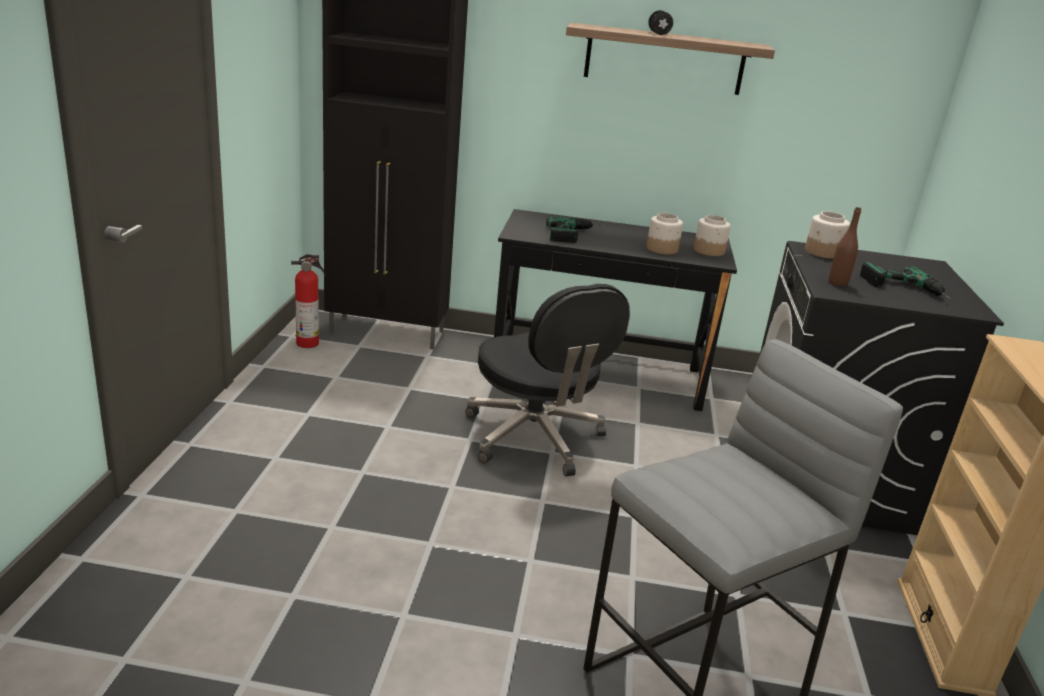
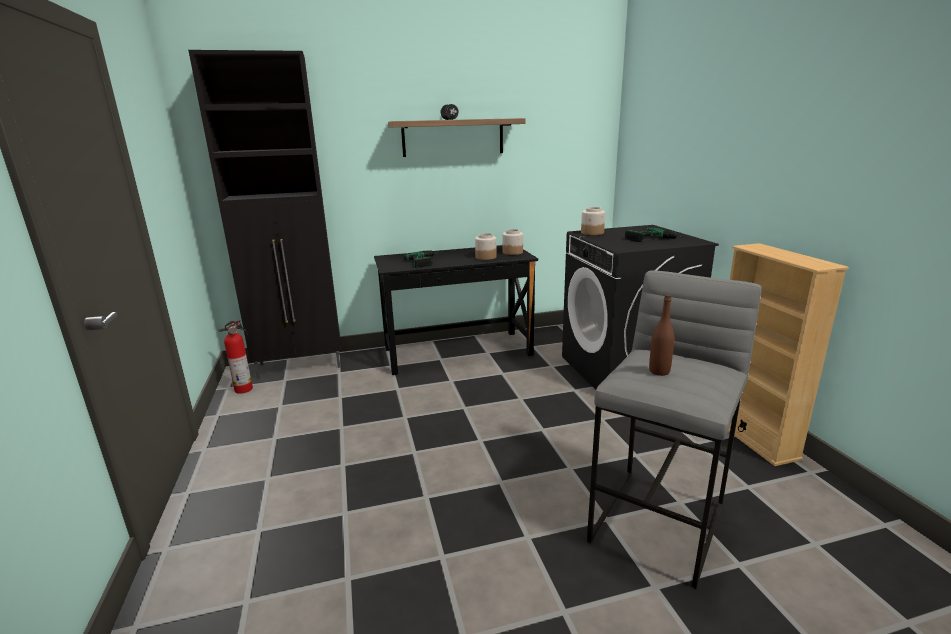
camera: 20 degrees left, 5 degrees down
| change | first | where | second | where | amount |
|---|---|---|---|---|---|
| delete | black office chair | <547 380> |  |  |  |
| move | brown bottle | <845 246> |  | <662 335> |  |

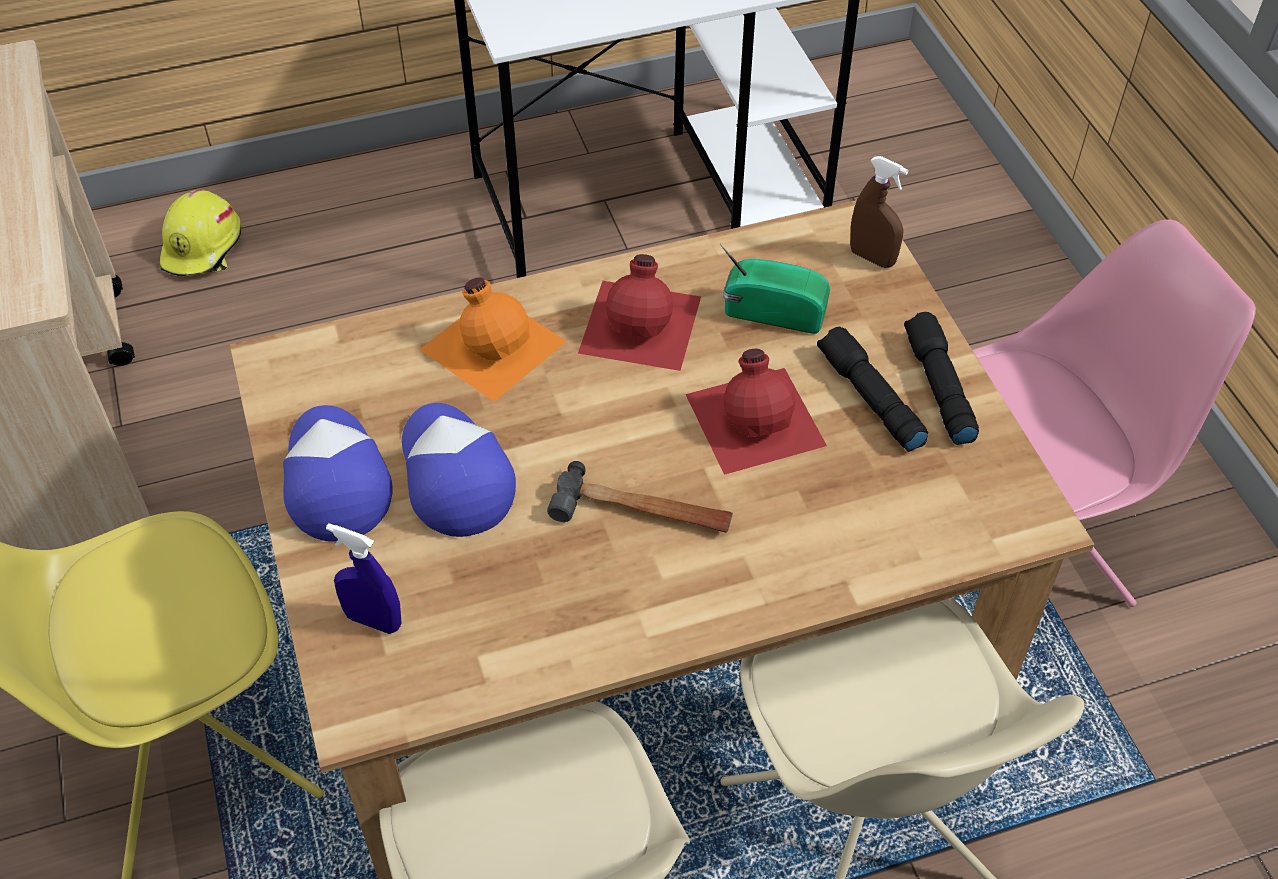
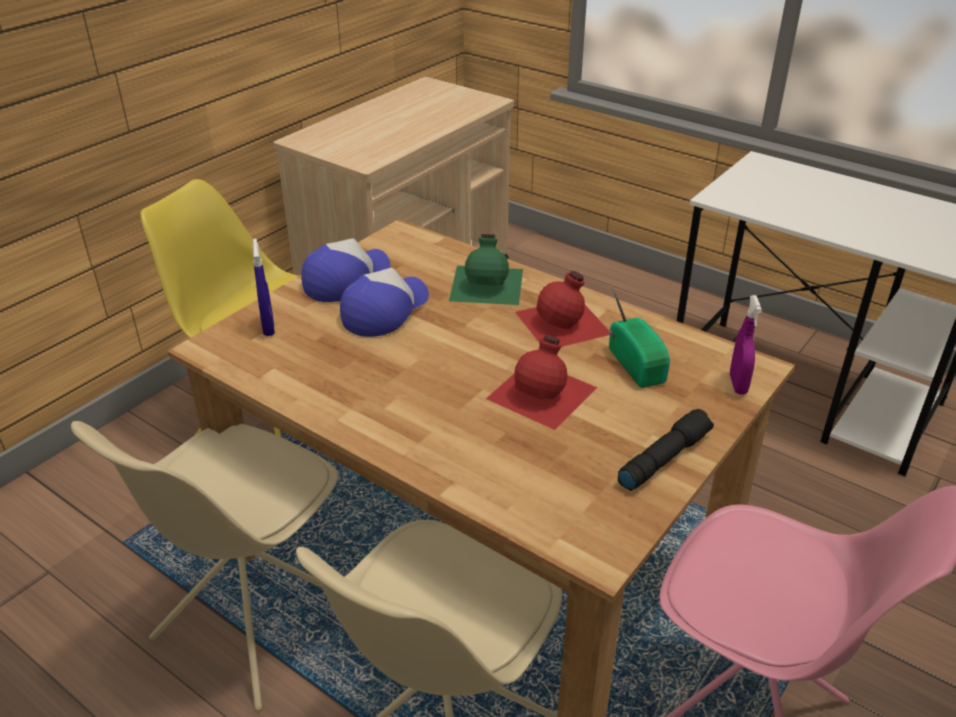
camera: 55 degrees right, 15 degrees down
| change | first | where | second | where | amount |
|---|---|---|---|---|---|
| delete | yellow hard hat | <200 233> |  |  |  |
| delete | hammer | <640 496> |  |  |  |
| delete | black flashlight | <873 389> |  |  |  |
| recolor | orange bottle | <493 339> | green bottle | <486 269> |  |
| recolor | brown spray bottle | <879 212> | purple spray bottle | <746 345> |  |

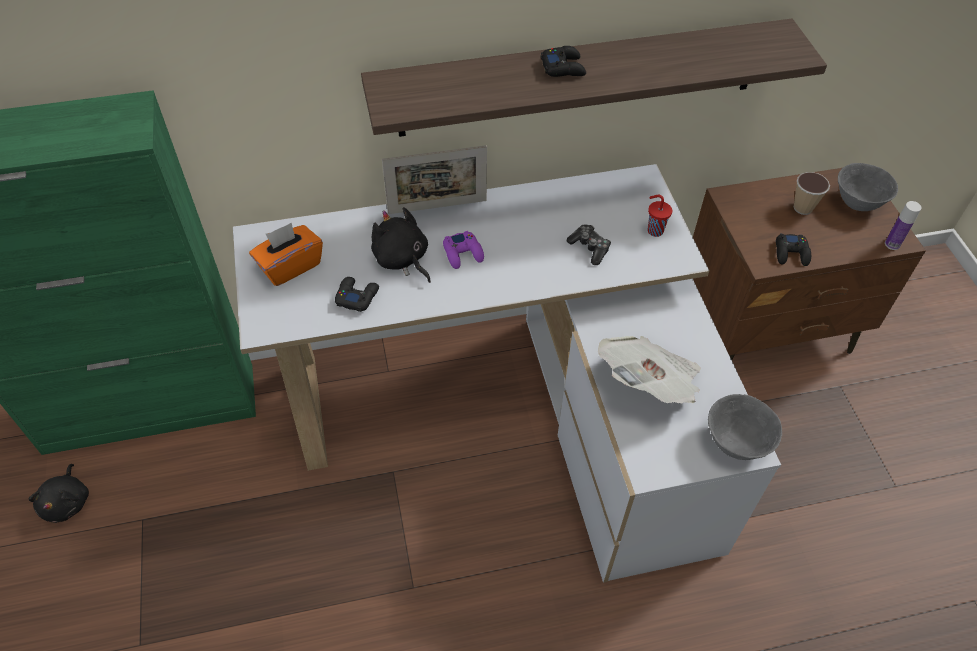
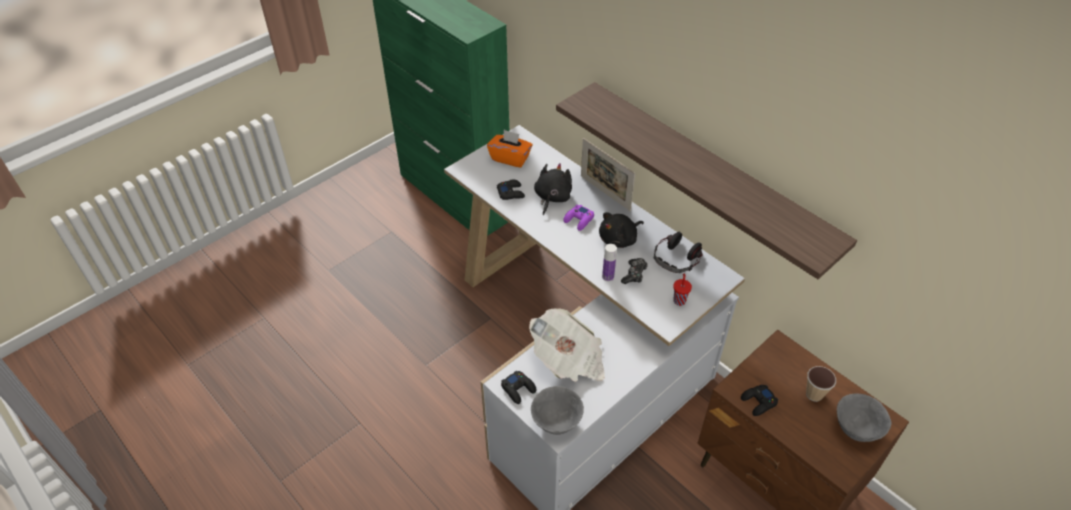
camera: 60 degrees right, 5 degrees down
| change | first | where | second | where | amount |
|---|---|---|---|---|---|
| insert |  |  | headphones | <678 252> |  |
| move | black plush toy | <59 493> |  | <621 230> |  |
| move | black game controller | <563 61> |  | <518 387> |  |
| move | bottle | <903 225> |  | <609 262> |  |

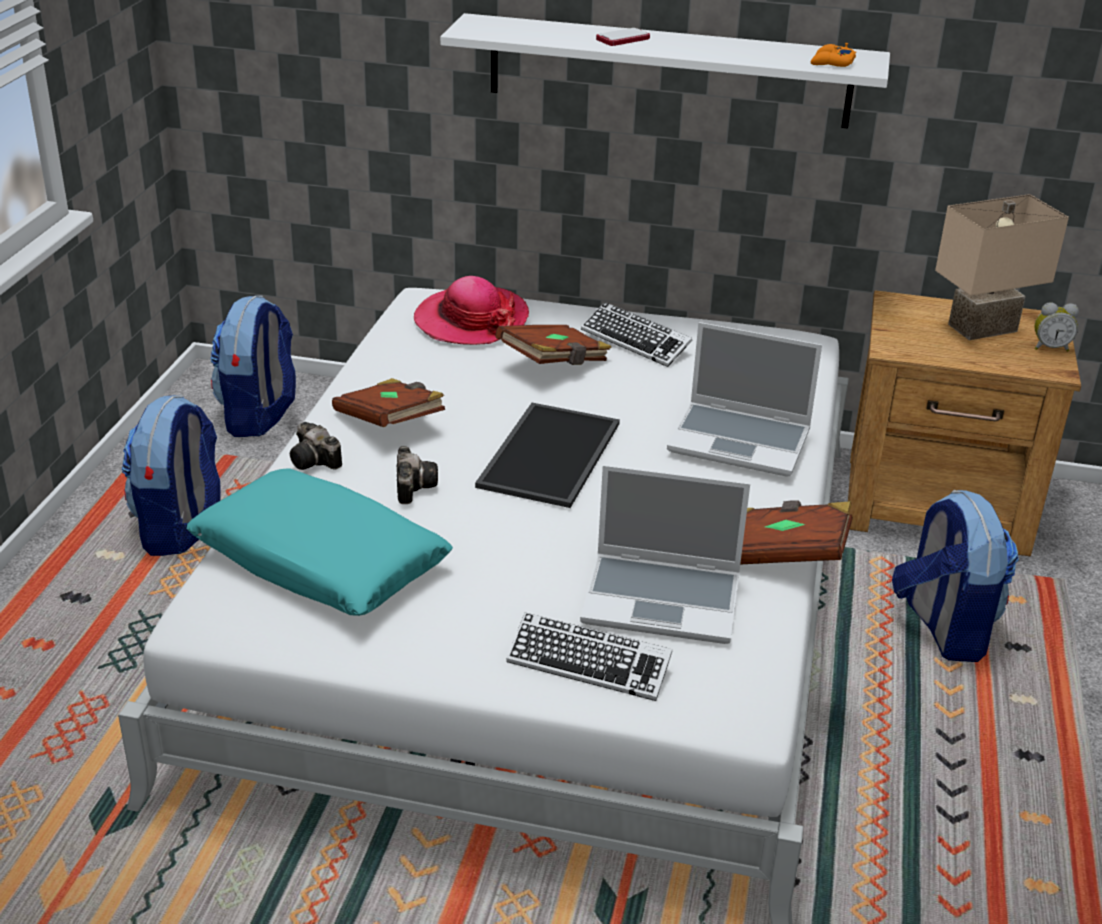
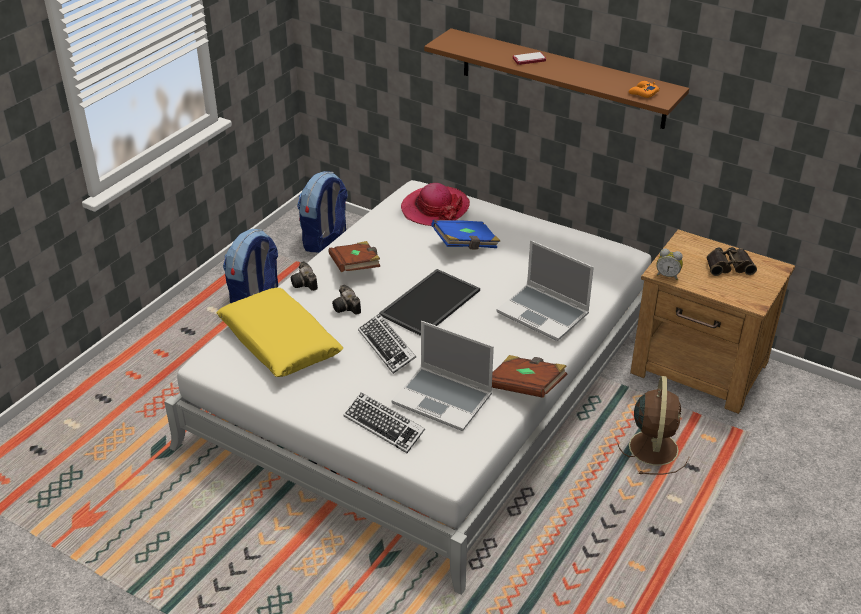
camera: 20 degrees right, 5 degrees up
| change | first | where | second | where | amount |
|---|---|---|---|---|---|
| move | keyboard | <636 334> |  | <387 343> |  |
| move | alarm clock | <1056 327> |  | <669 264> |  |
| replace | backpack | <955 576> | brown fan | <653 425> |  |
| replace | beige table lamp | <1002 267> | binoculars | <732 261> |  |
| recolor | turquoise pillow | <320 542> | yellow pillow | <280 332> |  |
| recolor | white shelf | <665 70> | brown shelf | <556 78> |  |
| recolor | brown book | <553 345> | blue book | <465 235> |  |
| rotate | photo camera | <417 475> |  | <346 299> | 135 degrees clockwise |

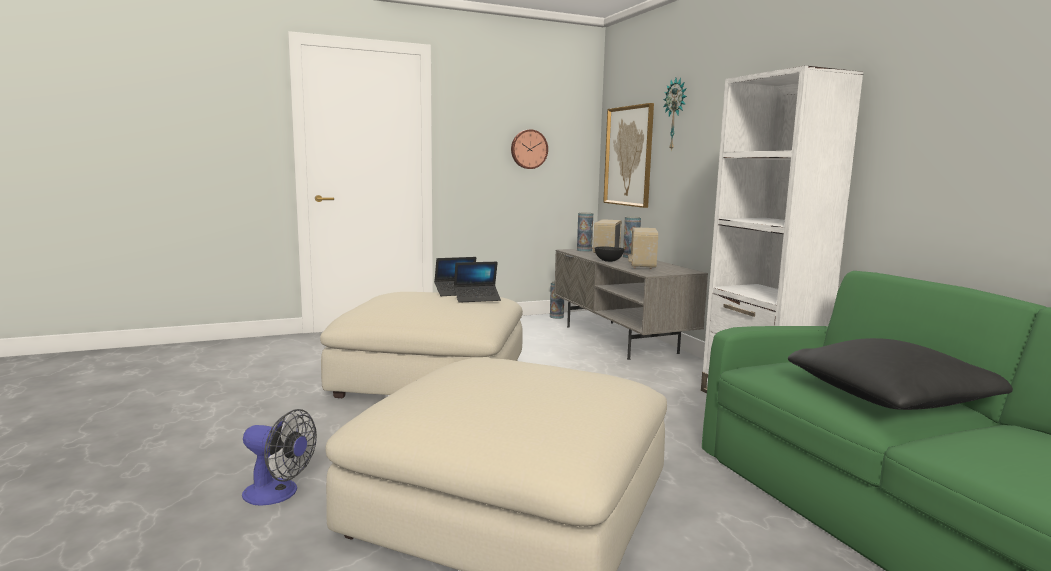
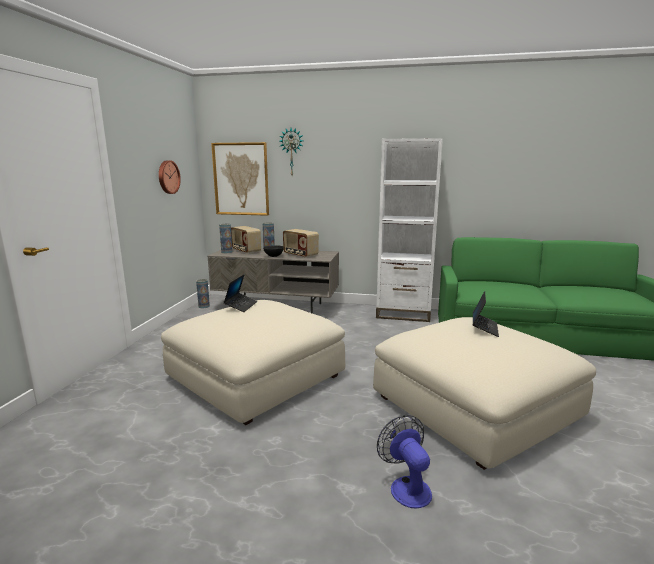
camera: 55 degrees left, 5 degrees up
| change | first | where | second | where | amount |
|---|---|---|---|---|---|
| delete | black pillow | <900 374> |  |  |  |
| move | laptop | <477 282> |  | <486 314> |  |
| rotate | fan | <279 457> |  | <404 461> | 75 degrees counterclockwise |

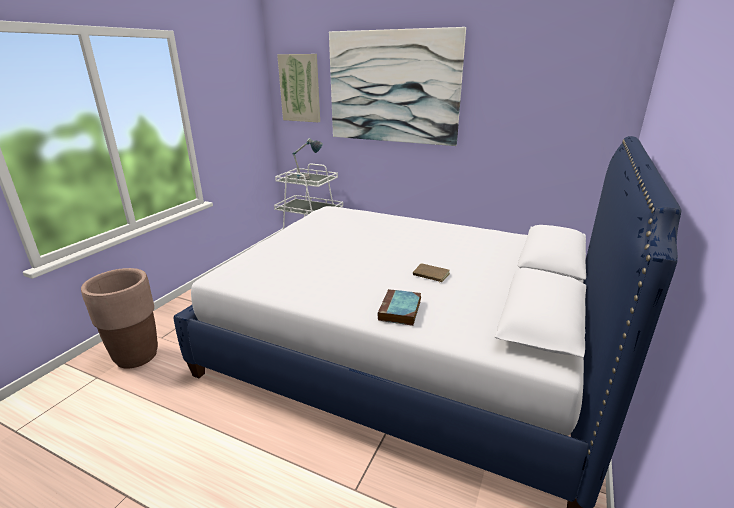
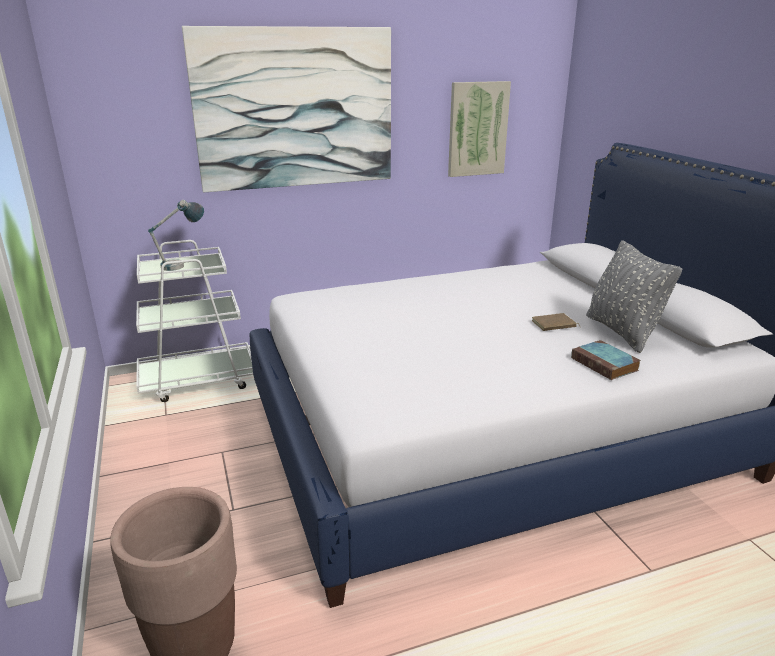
camera: 45 degrees left, 0 degrees up
| change | first | where | second | where | amount |
|---|---|---|---|---|---|
| insert |  |  | grey pillow | <634 296> |  |
| move | picture | <298 88> |  | <479 129> |  |

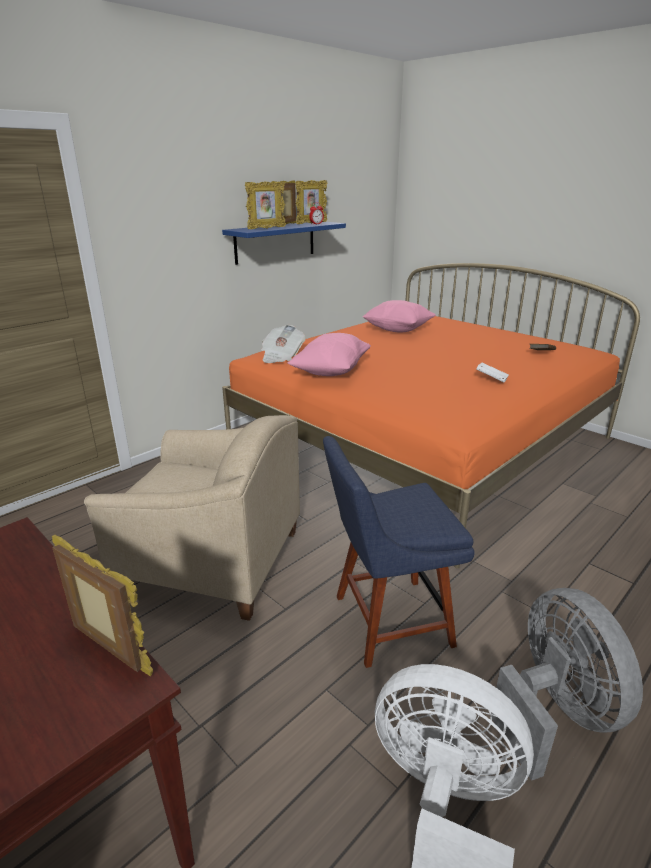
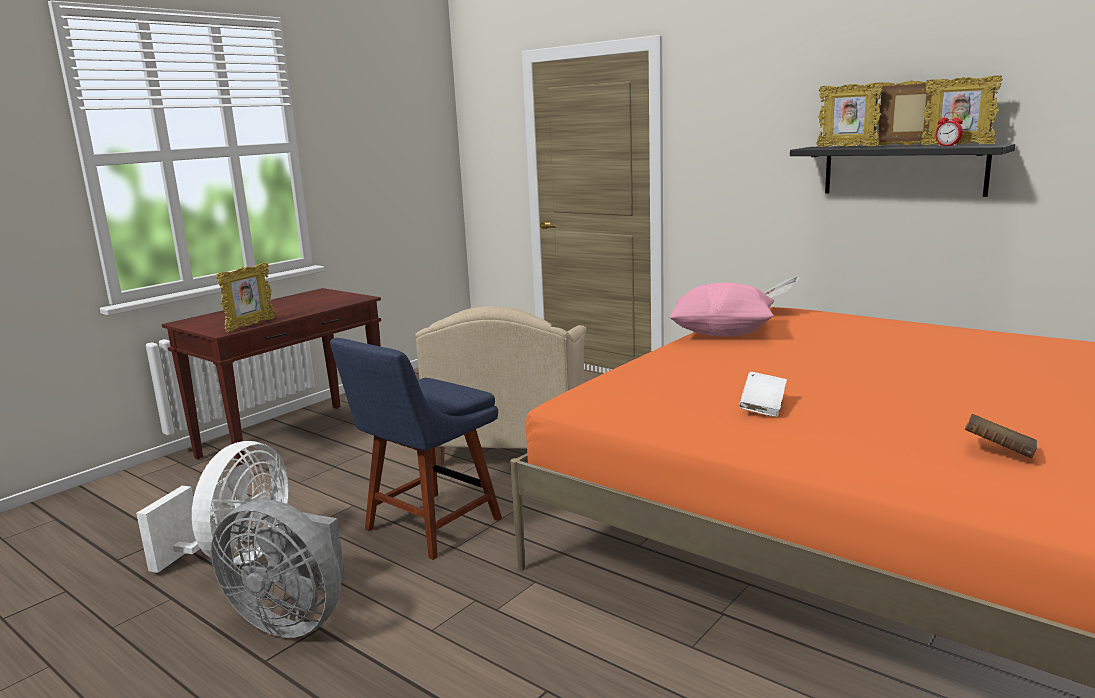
camera: 85 degrees right, 10 degrees down
| change | first | where | second | where | amount |
|---|---|---|---|---|---|
| delete | pink pillow | <399 316> |  |  |  |
| recolor | blue shelf | <284 243> | black shelf | <902 170> |  |
| rotate | blue chair | <399 552> |  | <416 449> | 120 degrees counterclockwise |
| rotate | grey fan | <567 684> |  | <278 569> | 45 degrees clockwise |

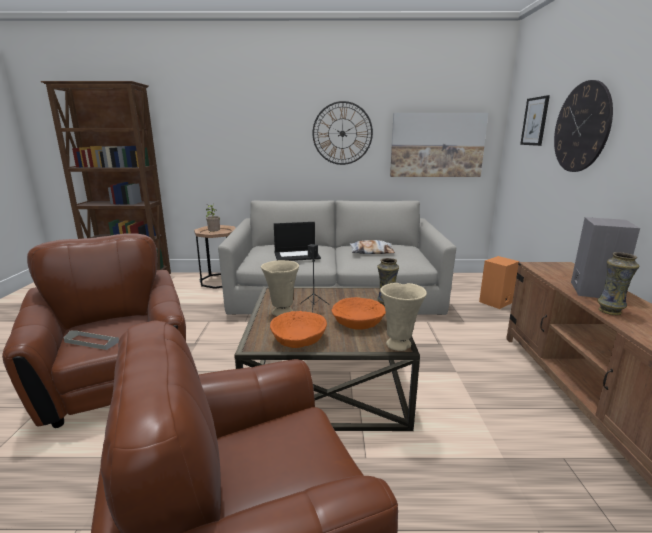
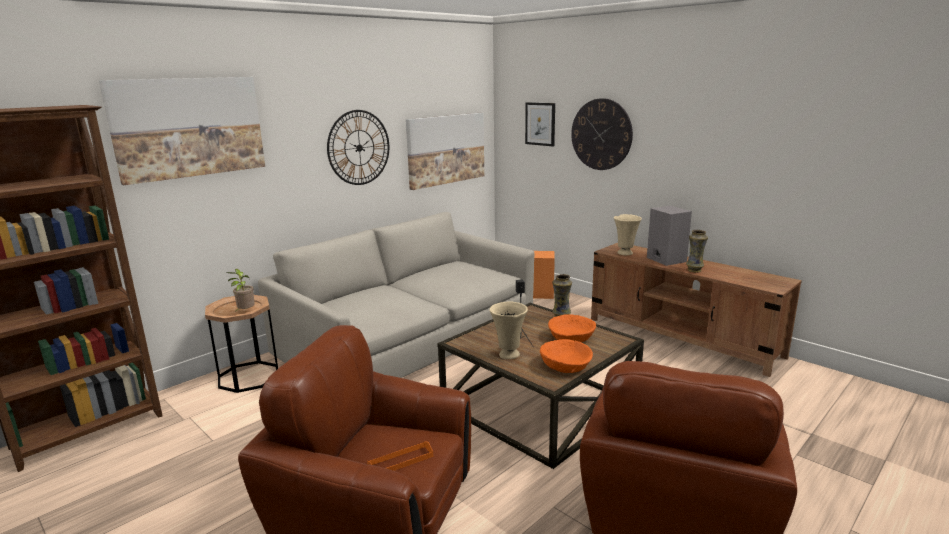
camera: 45 degrees left, 0 degrees up
| change | first | where | second | where | amount |
|---|---|---|---|---|---|
| delete | laptop | <297 241> |  |  |  |
| delete | pillow | <372 247> |  |  |  |
| insert |  |  | picture | <182 131> |  |
| move | beige vase | <403 317> |  | <628 234> |  |
| recolor | grey tray | <91 340> | orange tray | <400 456> |  |

